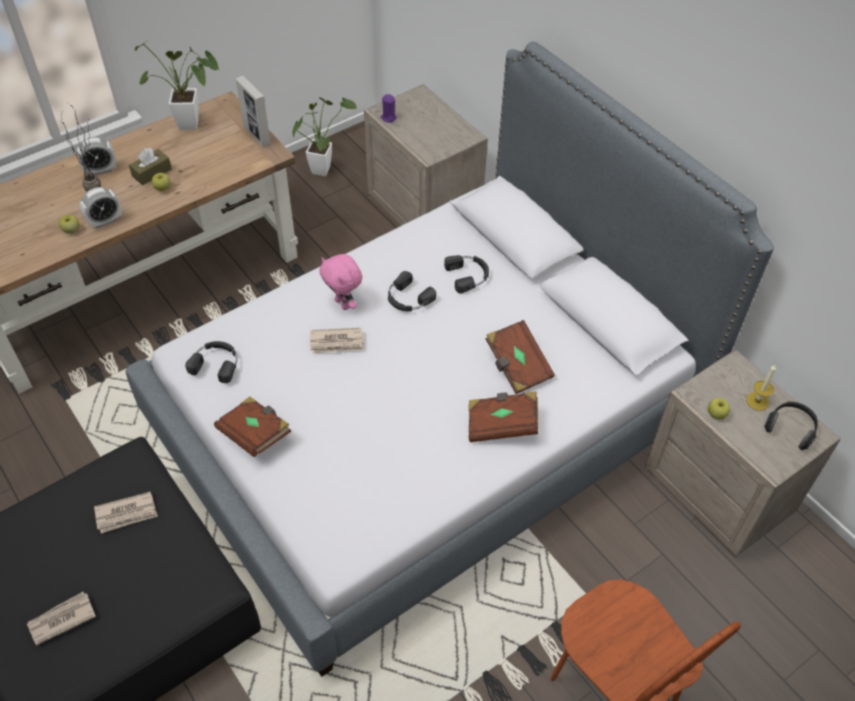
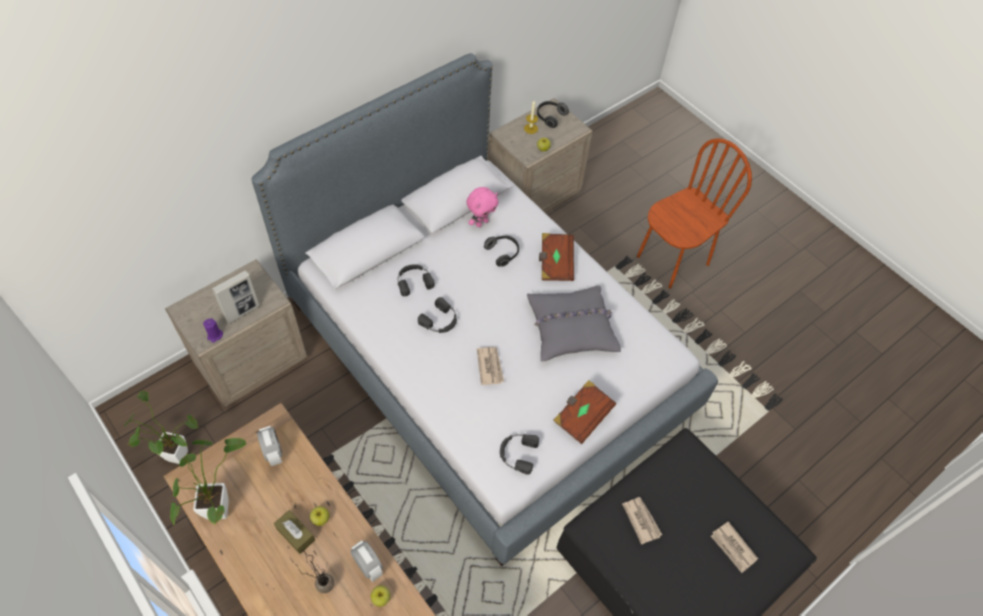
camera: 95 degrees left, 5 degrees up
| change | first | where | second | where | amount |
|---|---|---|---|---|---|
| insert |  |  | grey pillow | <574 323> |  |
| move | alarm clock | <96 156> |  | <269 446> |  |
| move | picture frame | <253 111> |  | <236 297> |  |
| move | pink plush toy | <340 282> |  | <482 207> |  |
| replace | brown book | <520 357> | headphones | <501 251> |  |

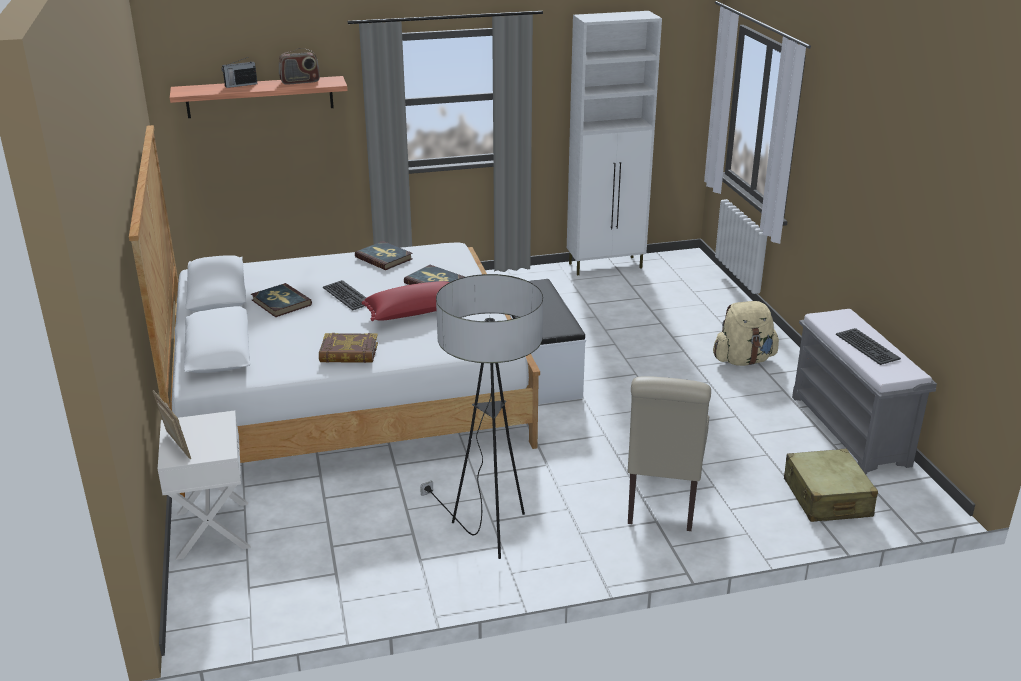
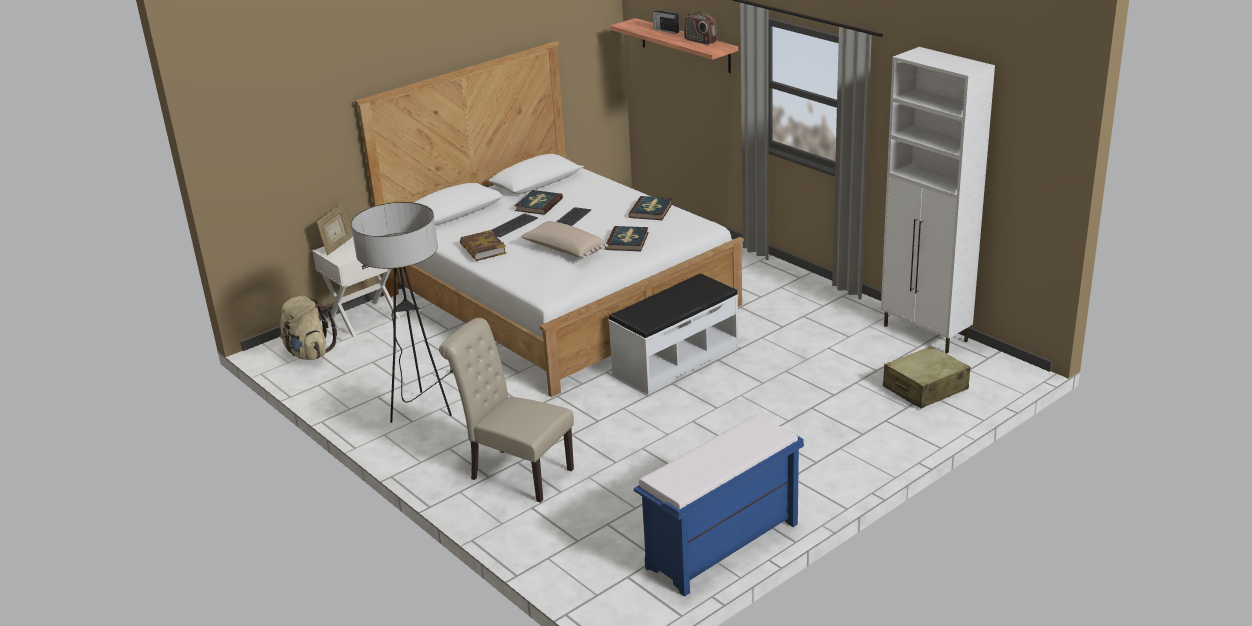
camera: 65 degrees right, 0 degrees up
| change | first | where | second | where | amount |
|---|---|---|---|---|---|
| move | beige backpack | <746 333> |  | <308 328> |  |
| move | beige suitcase | <831 485> |  | <926 377> |  |
| move | keyboard | <868 346> |  | <514 225> |  |
| recolor | red pillow | <405 301> | beige pillow | <564 240> |  |
| recolor | grey bench | <864 391> | blue bench | <719 505> |  |
| rotate | beige chair | <669 453> |  | <506 410> | 45 degrees clockwise |

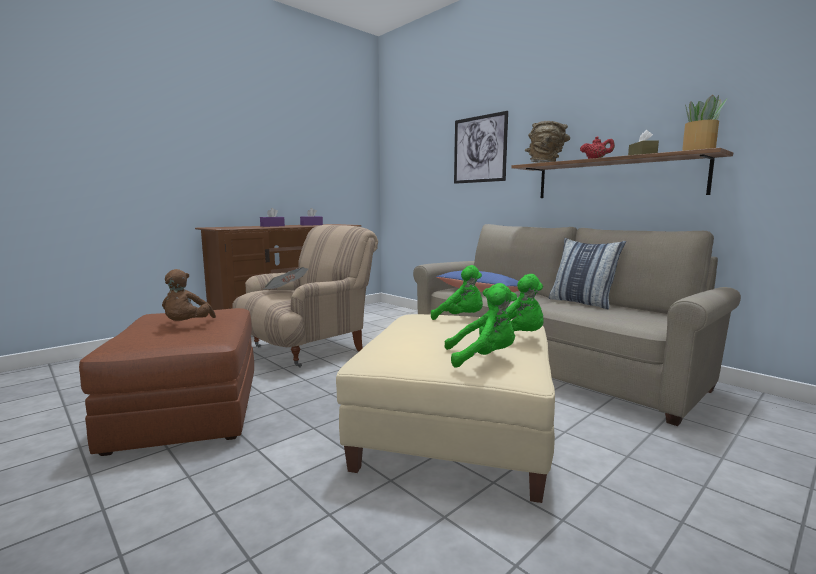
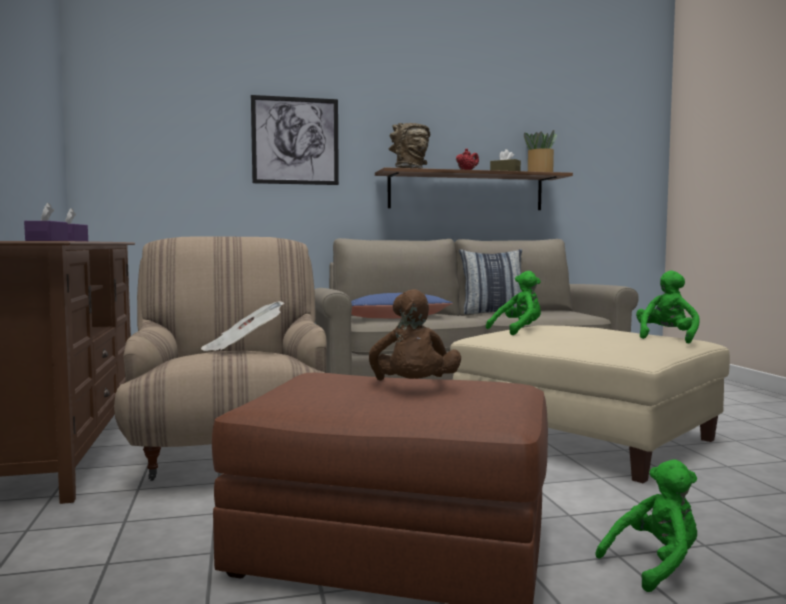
camera: 60 degrees left, 5 degrees down
| change | first | where | second | where | amount |
|---|---|---|---|---|---|
| move | green plush toy | <511 304> |  | <646 526> |  |
| rotate | brown plush toy | <189 295> |  | <415 335> | 60 degrees clockwise |

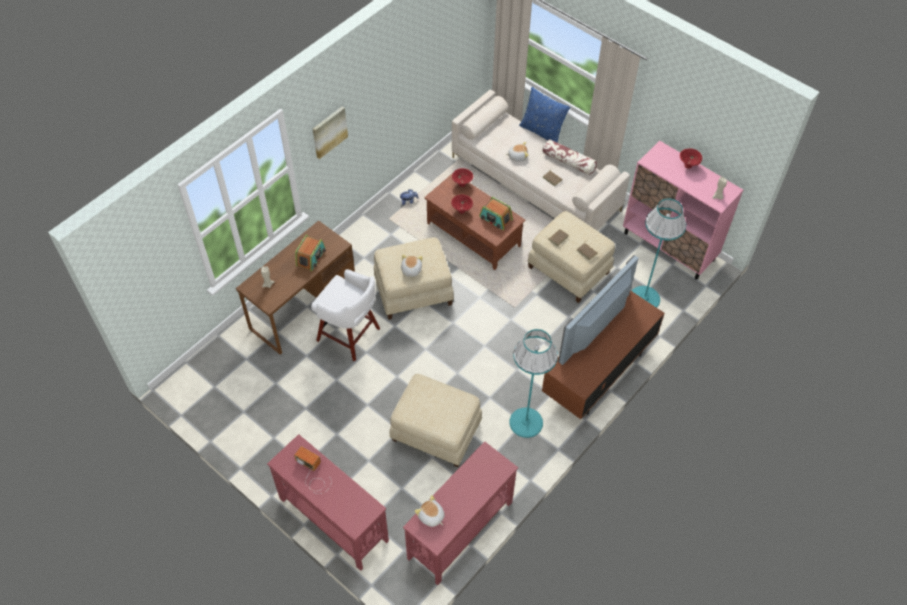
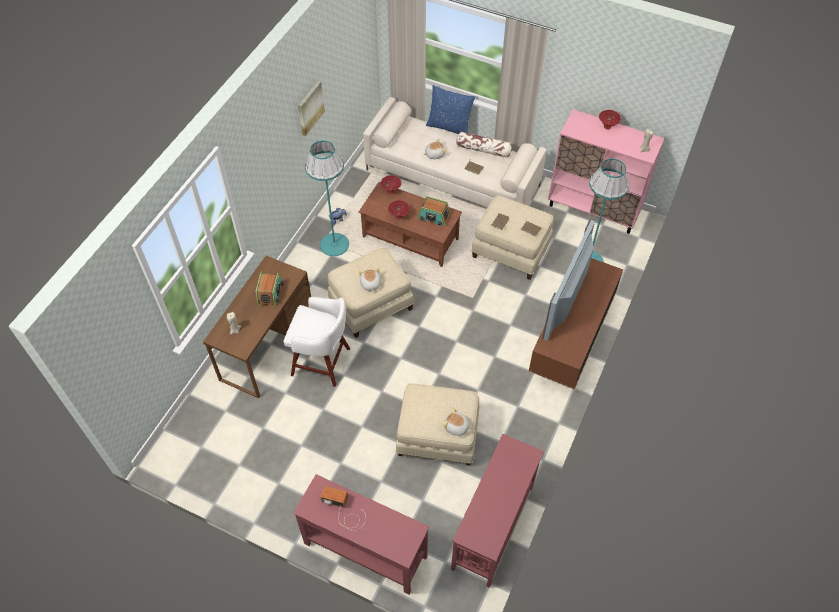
camera: 15 degrees left, 0 degrees up
| change | first | where | second | where | amount |
|---|---|---|---|---|---|
| move | picture | <330 132> |  | <311 108> |  |
| move | plush toy | <430 511> |  | <456 422> |  |
| move | turquoise floor lamp | <533 383> |  | <327 198> |  |

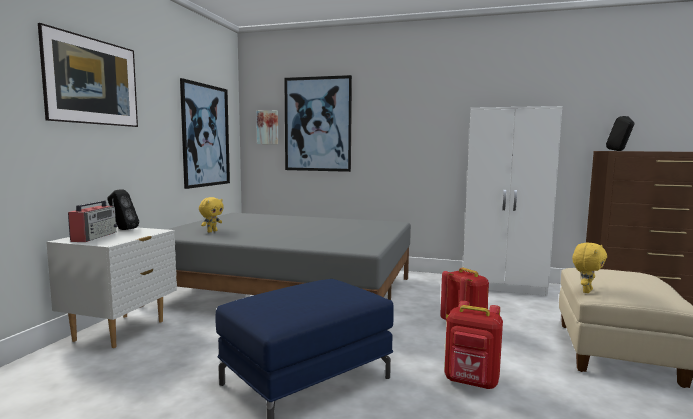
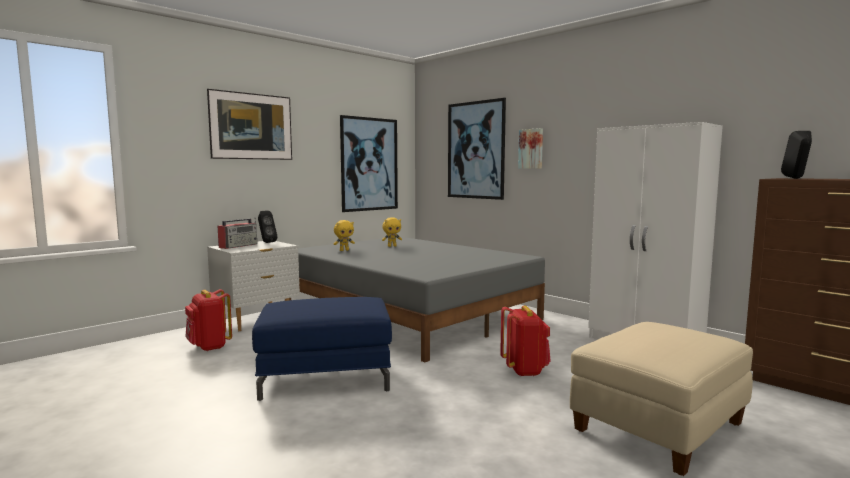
camera: 30 degrees right, 0 degrees up
| change | first | where | second | where | amount |
|---|---|---|---|---|---|
| move | picture | <267 127> |  | <530 148> |  |
| move | red backpack | <473 345> |  | <208 320> |  |
| move | yellow plush toy | <589 267> |  | <392 232> |  |

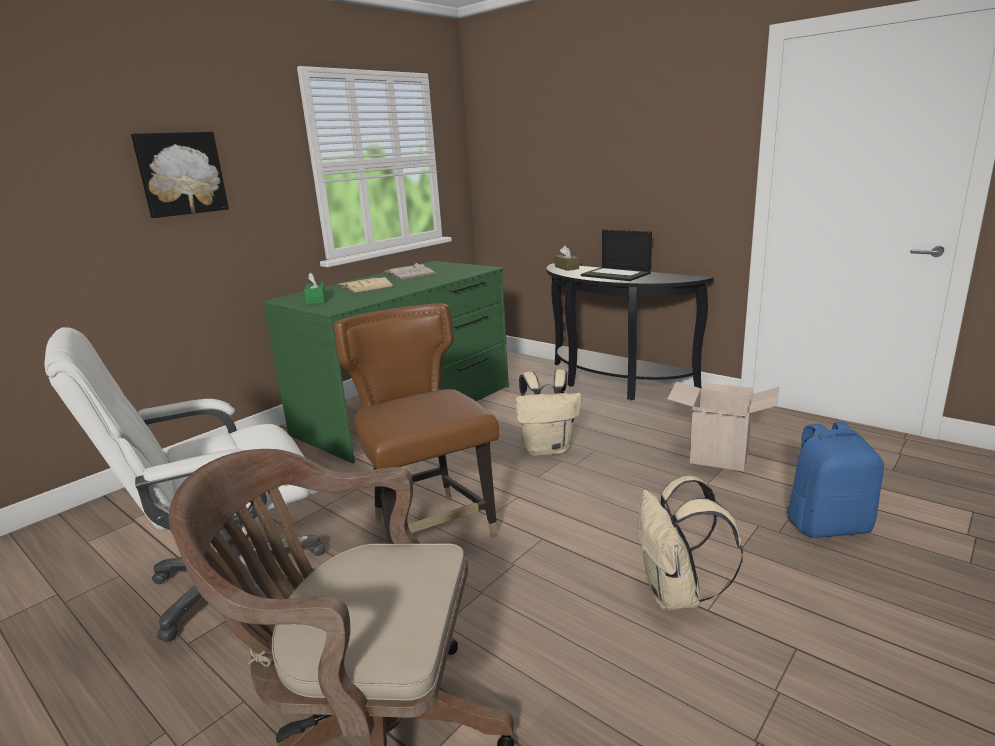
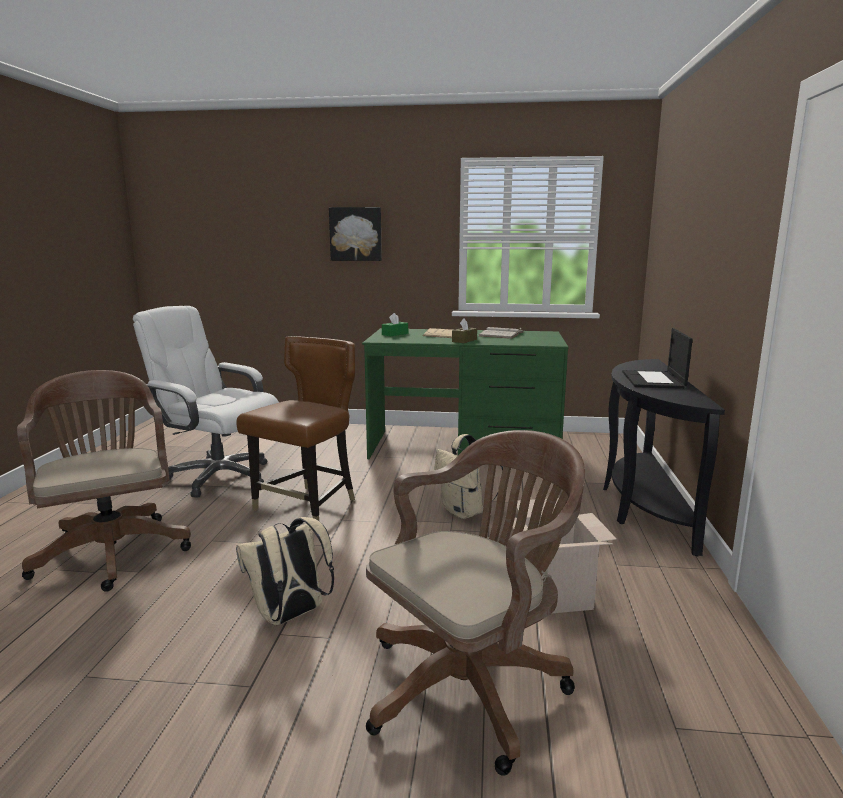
camera: 55 degrees right, 5 degrees down
| change | first | where | second | where | amount |
|---|---|---|---|---|---|
| move | brown tissue box | <567 258> |  | <464 330> |  |
| replace | blue backpack | <835 480> | brown office chair | <475 603> |  |

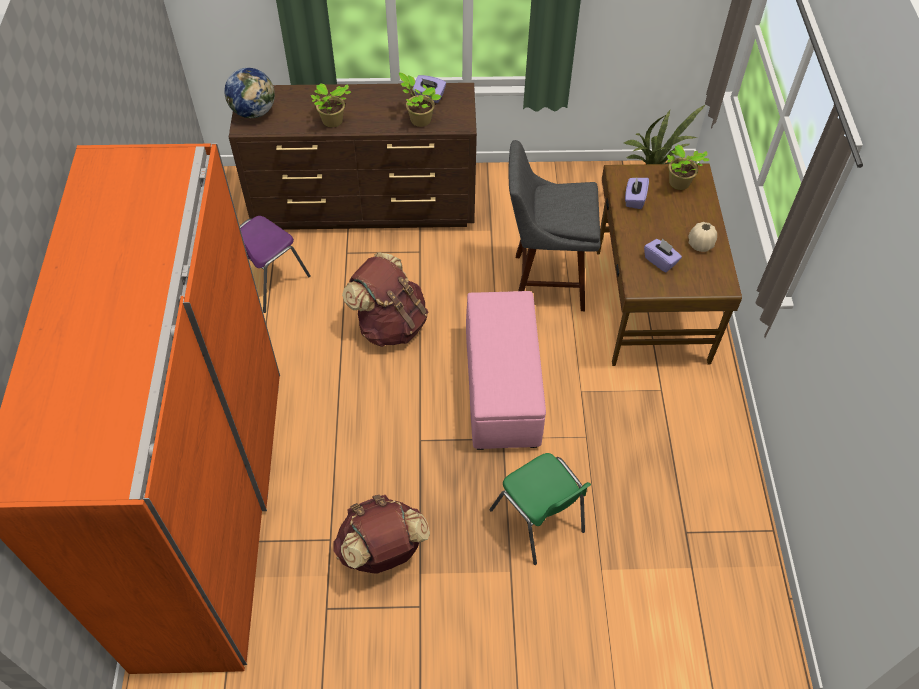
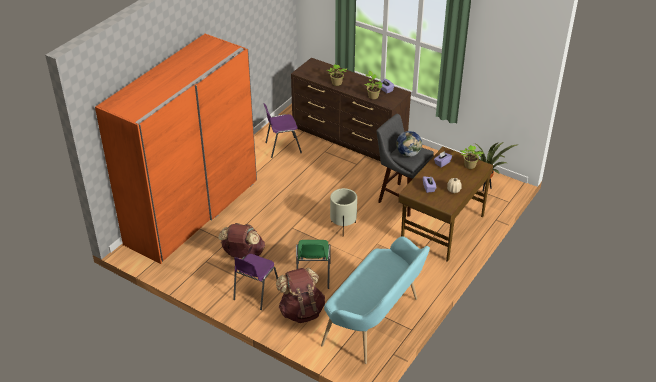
camera: 35 degrees right, 15 degrees down
| change | first | where | second | where | amount |
|---|---|---|---|---|---|
| insert |  |  | purple chair | <255 282> |  |
| insert |  |  | turquoise bench | <375 300> |  |
| move | globe | <249 93> |  | <409 144> |  |
| move | brown backpack | <385 299> |  | <300 295> |  |
| replace | pink ottoman | <506 370> | beige planter | <343 212> |  |

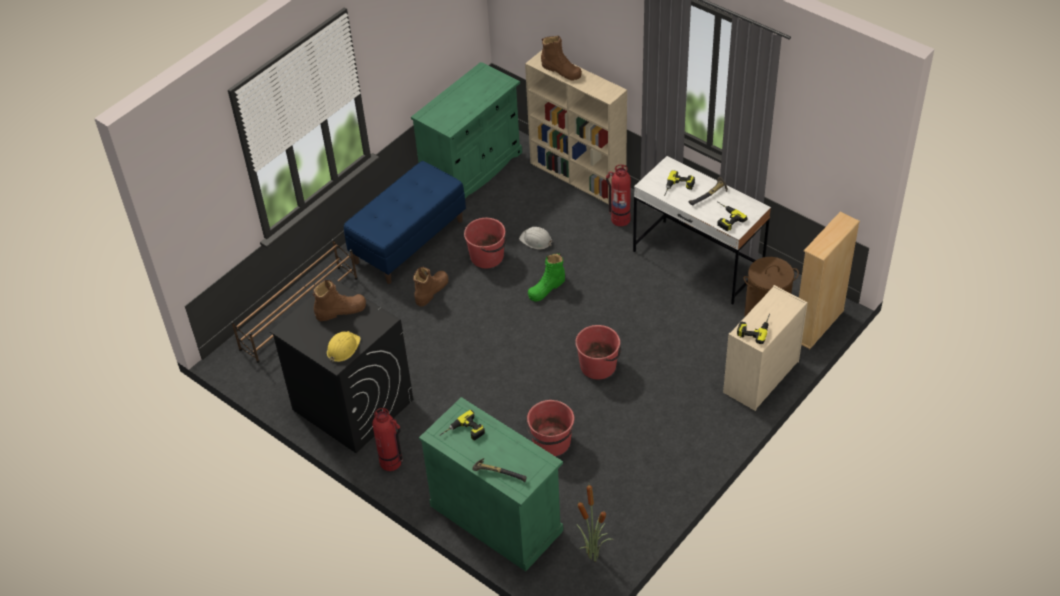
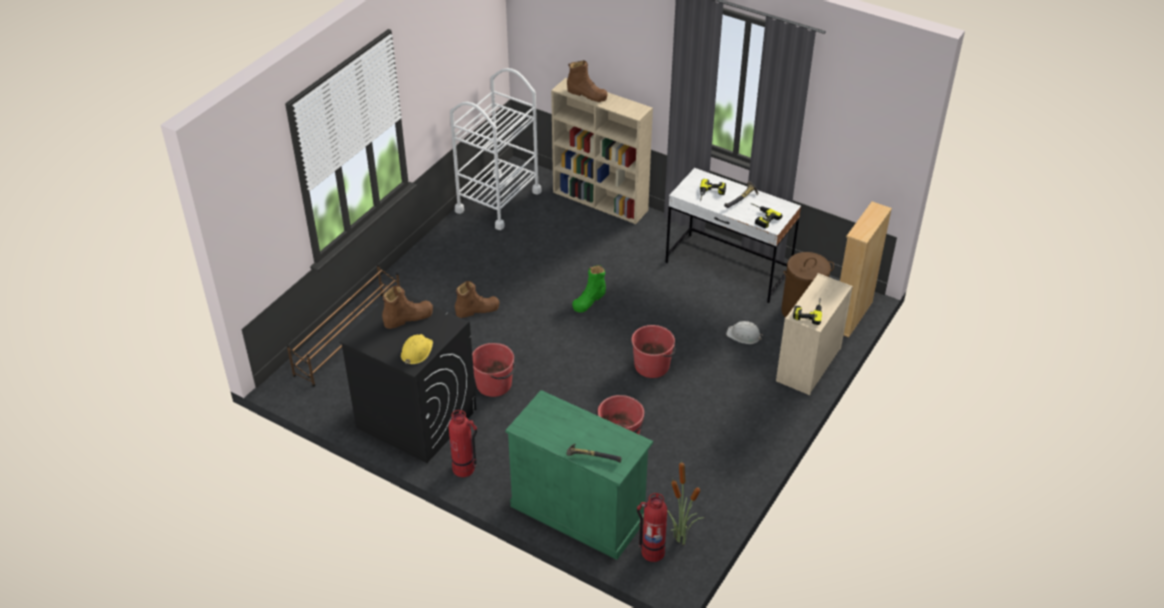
camera: 10 degrees left, 5 degrees down
| change | first | where | second | where | amount |
|---|---|---|---|---|---|
| delete | blue bench | <405 222> |  |  |  |
| delete | power drill | <462 425> |  |  |  |
| move | red bucket | <485 243> |  | <494 370> |  |
| move | white hard hat | <536 238> |  | <744 332> |  |
| move | fire extinguisher | <618 195> |  | <652 527> |  |
| replace | green cabinet | <466 130> | white cart | <495 149> |  |
| rotate | brown boot | <430 286> |  | <477 299> | 45 degrees clockwise |

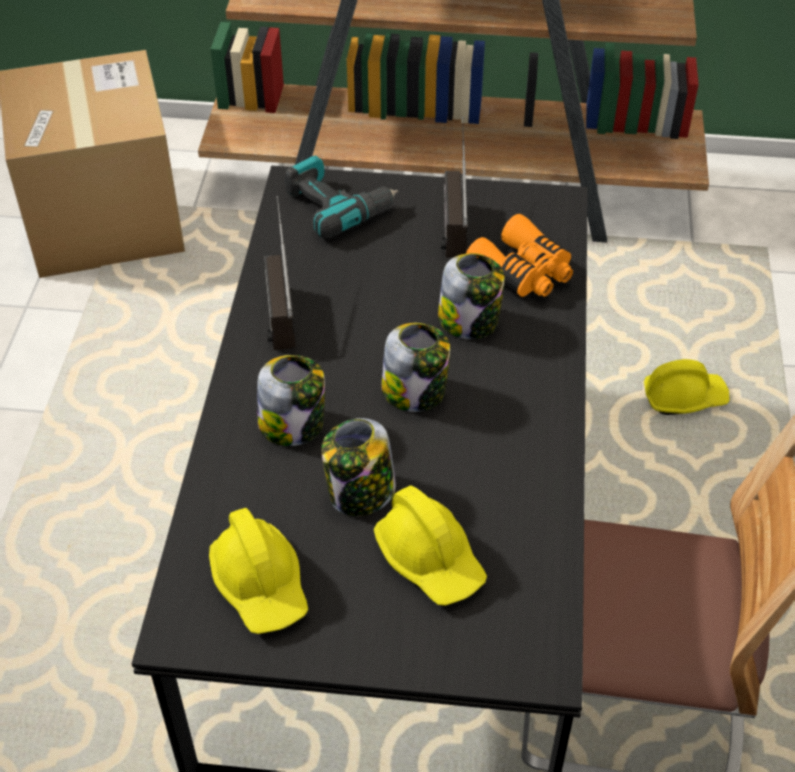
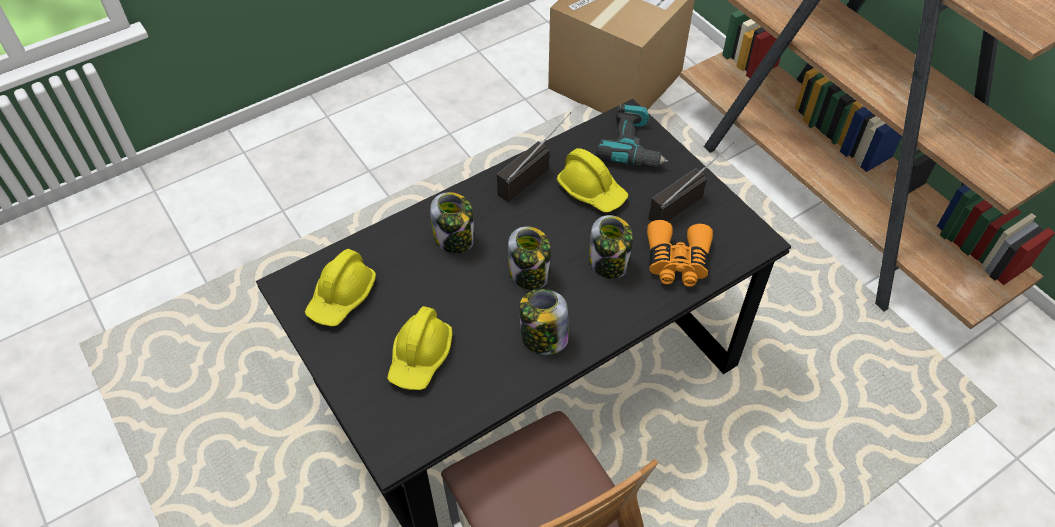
camera: 50 degrees right, 5 degrees up
| change | first | where | second | where | amount |
|---|---|---|---|---|---|
| move | jar | <358 467> |  | <544 322> |  |
| move | yellow hard hat | <687 387> |  | <592 180> |  |

